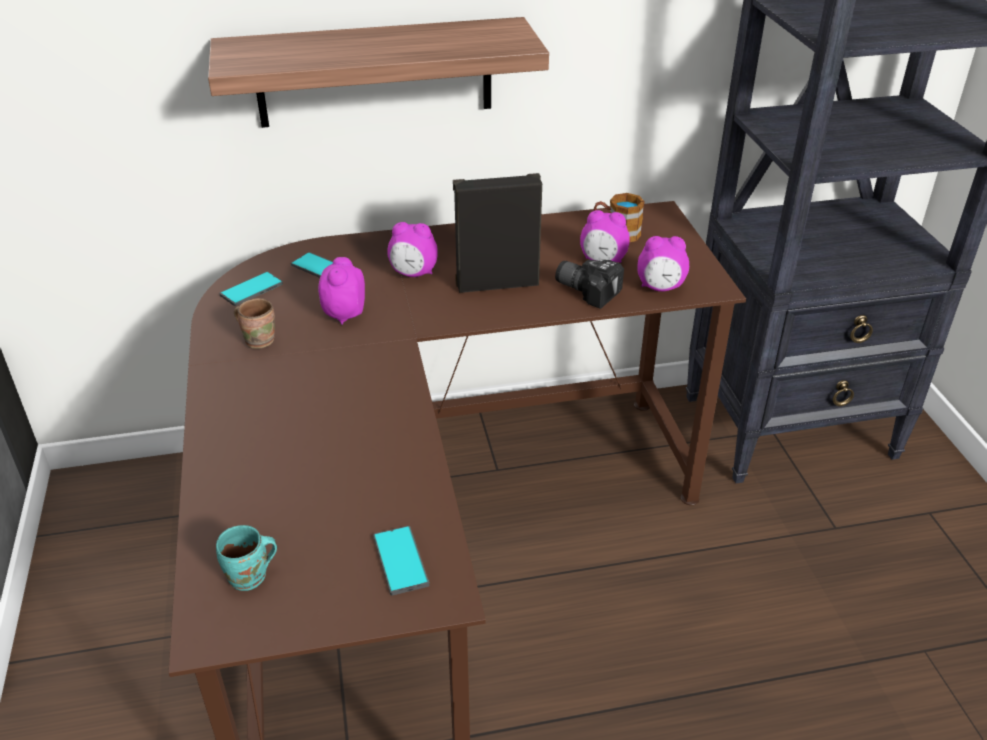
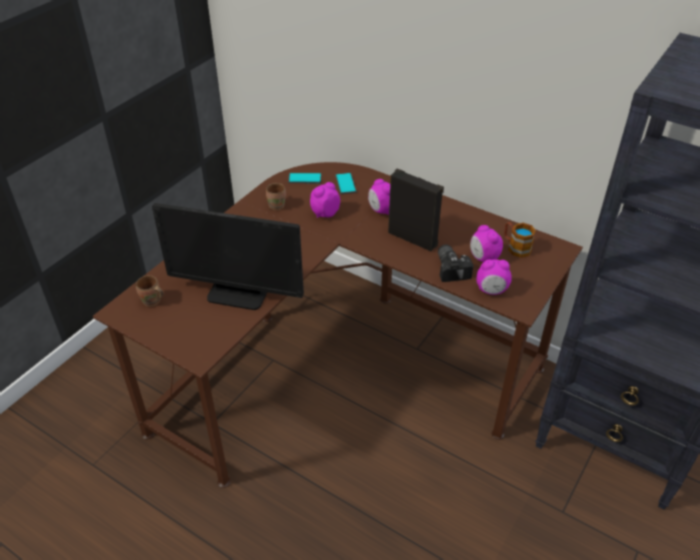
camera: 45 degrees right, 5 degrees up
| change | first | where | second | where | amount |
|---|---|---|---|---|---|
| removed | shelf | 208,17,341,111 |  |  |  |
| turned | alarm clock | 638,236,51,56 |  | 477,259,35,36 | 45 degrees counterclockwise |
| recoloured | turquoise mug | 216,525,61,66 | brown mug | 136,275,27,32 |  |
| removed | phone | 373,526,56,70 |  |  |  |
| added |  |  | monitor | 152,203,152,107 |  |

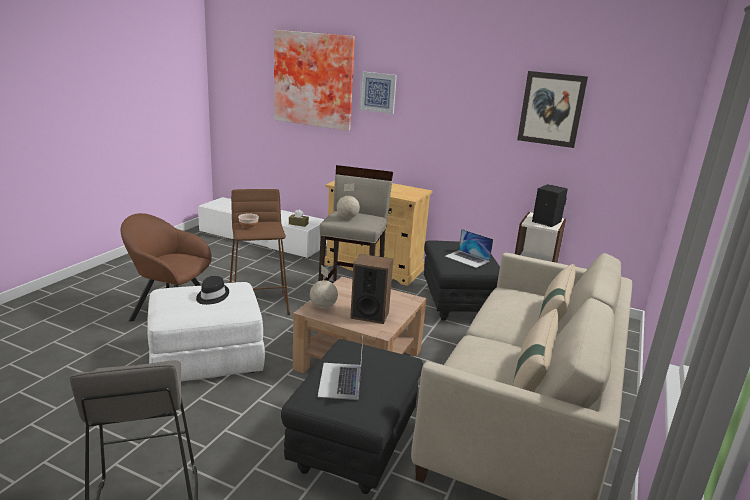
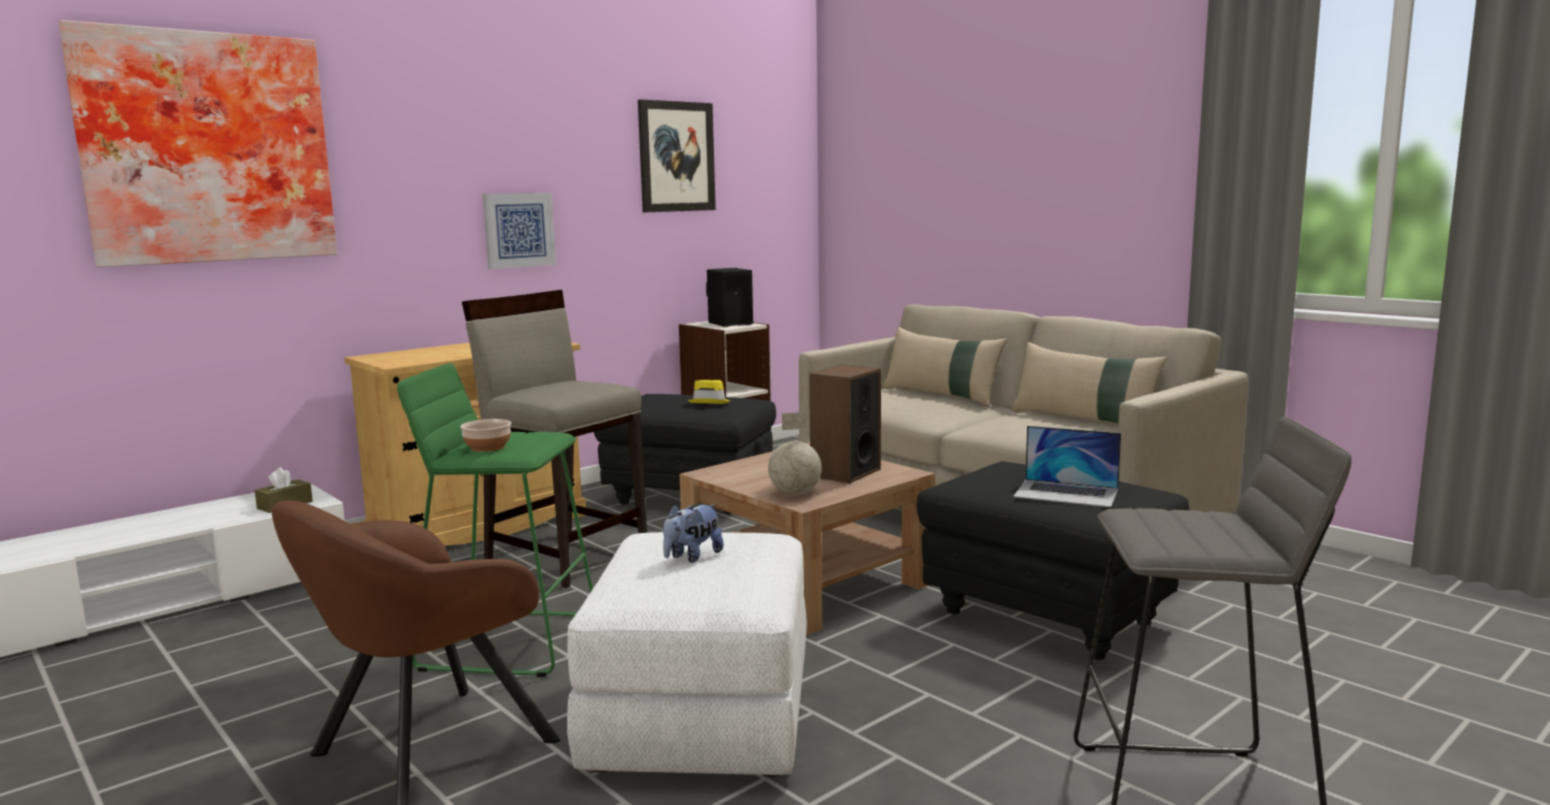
camera: 65 degrees left, 10 degrees down
| change | first | where | second | where | amount |
|---|---|---|---|---|---|
| moved | picture | 359,71,38,43 |  | 483,193,73,76 |  |
| removed | globe | 337,184,23,35 |  |  |  |
| recoloured | brown stool | 230,189,60,126 | green stool | 397,363,196,314 |  |
| replaced | laptop | 445,229,48,39 | yellow hat | 688,380,42,24 |  |
| replaced | black hat | 196,276,33,29 | plush toy | 663,504,60,59 |  |

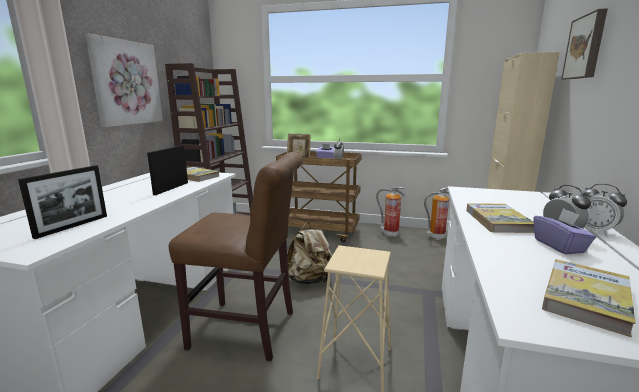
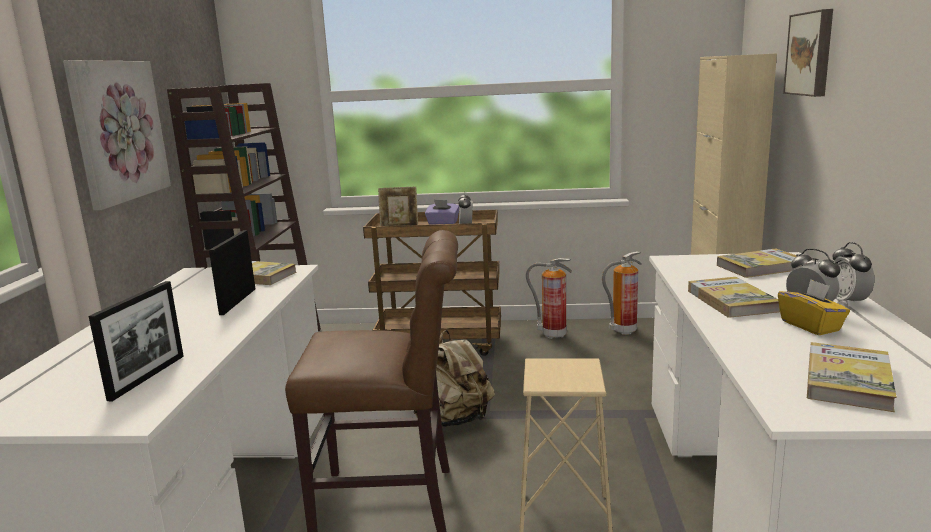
camera: 10 degrees left, 0 degrees up
| change | first | where | second | where | amount |
|---|---|---|---|---|---|
| turned | alarm clock | 581,184,46,52 |  | 832,242,42,65 | 45 degrees clockwise |
| recoloured | purple tissue box | 533,208,63,47 | yellow tissue box | 778,279,72,56 |  |
| added |  |  | book | 717,249,90,29 |  |

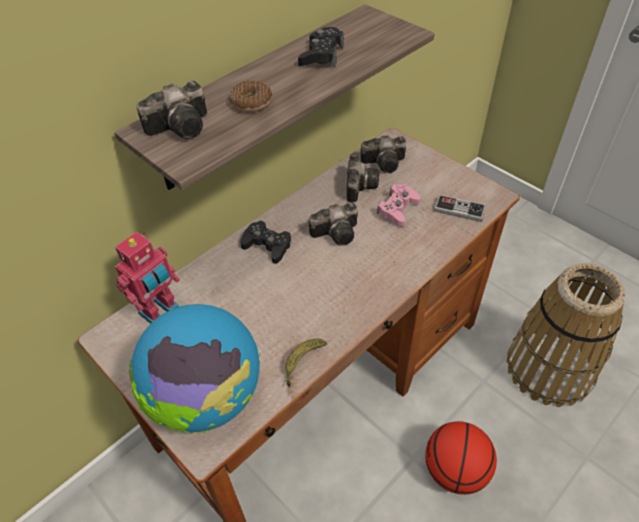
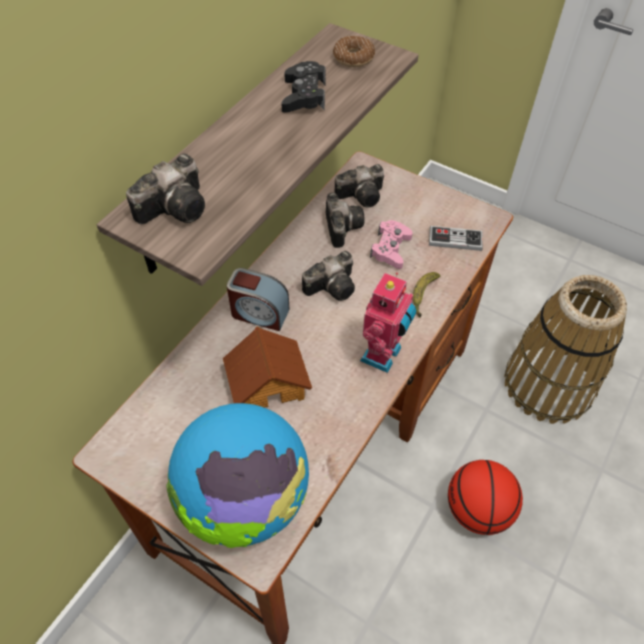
camera: 15 degrees left, 5 degrees up
| change | first | where | second | where | amount |
|---|---|---|---|---|---|
| moved | donut | 229,81,43,31 |  | 333,36,42,31 |  |
| replaced | black game controller | 240,221,51,43 | alarm clock | 227,268,63,63 |  |
| moved | toy robot | 115,232,65,92 |  | 360,273,57,100 |  |
| moved | banana | 285,339,42,48 |  | 413,272,27,46 |  |
| added |  |  | toy house | 223,327,89,81 |  |

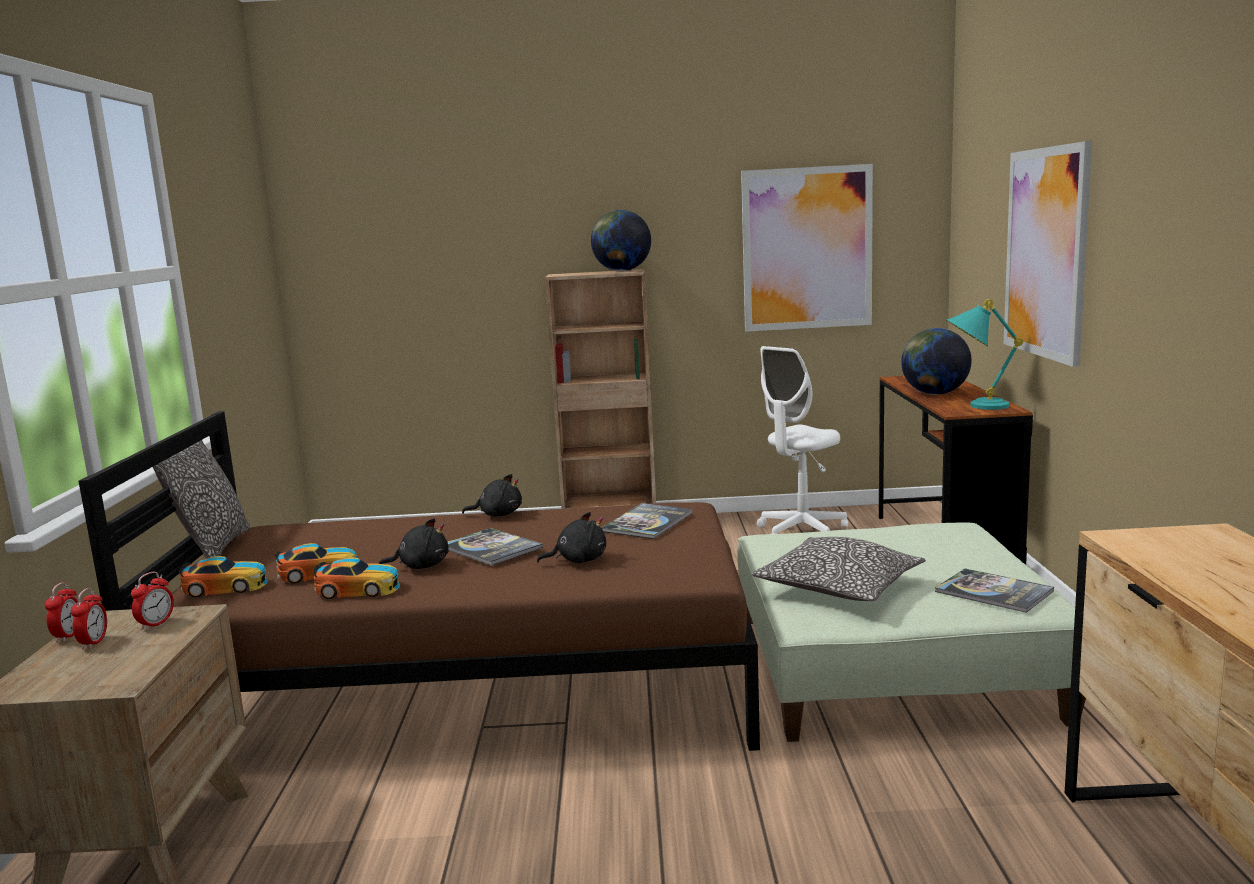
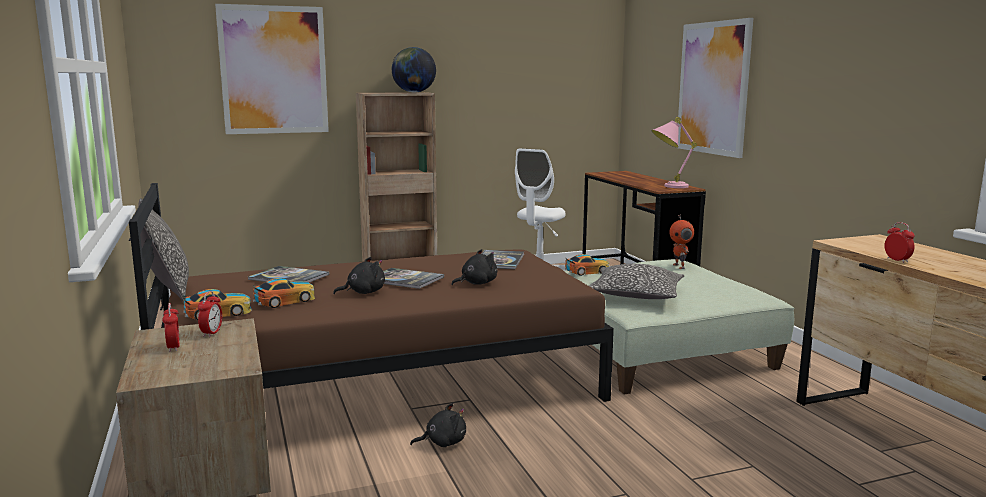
camera: 20 degrees left, 0 degrees up
| change | first | where | second | where | amount |
|---|---|---|---|---|---|
| moved | picture | 741,164,132,168 |  | 215,4,114,130 |  |
| recoloured | turquoise table lamp | 946,299,77,111 | pink table lamp | 652,117,45,71 |  |
| removed | globe | 901,328,71,67 |  |  |  |
| moved | black plush toy | 462,474,60,43 |  | 410,403,56,44 |  |
| moved | toy car | 313,557,87,42 |  | 565,254,44,22 |  |
| moved | book | 935,568,119,45 |  | 247,266,82,16 |  |
| moved | alarm clock | 45,582,33,61 |  | 884,222,31,41 |  |
| added |  |  | toy robot | 669,214,25,55 |  |

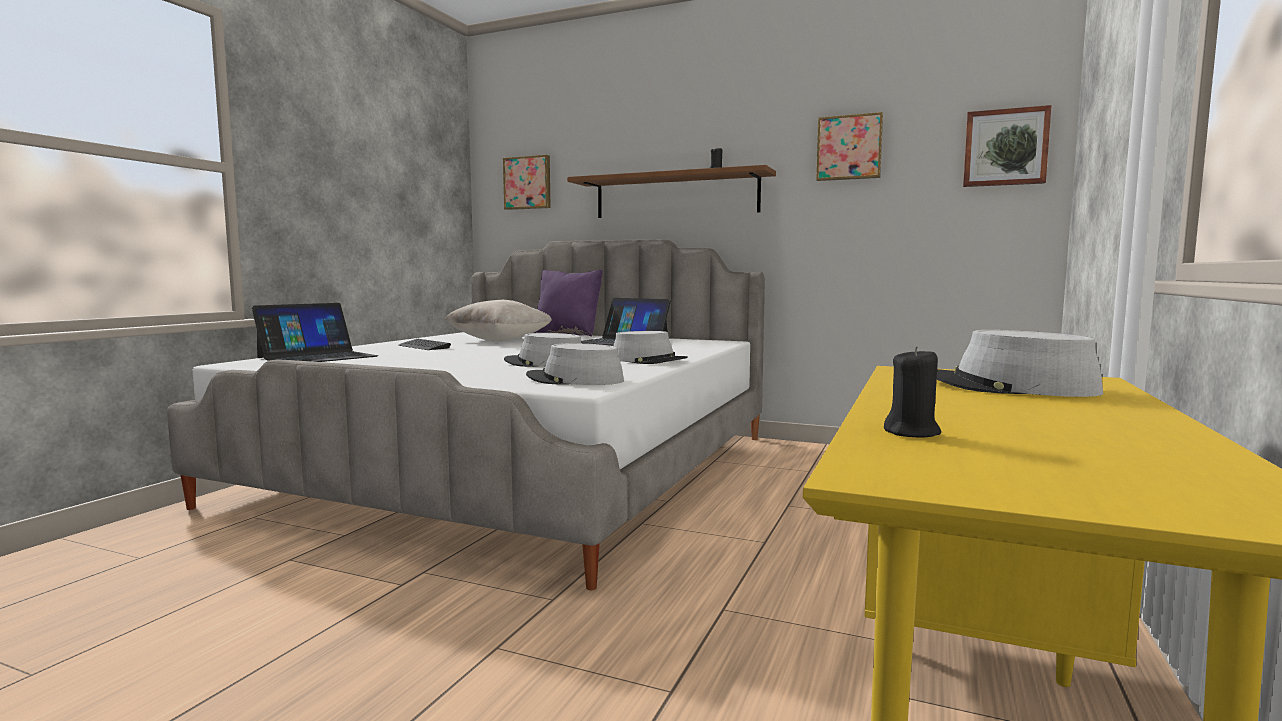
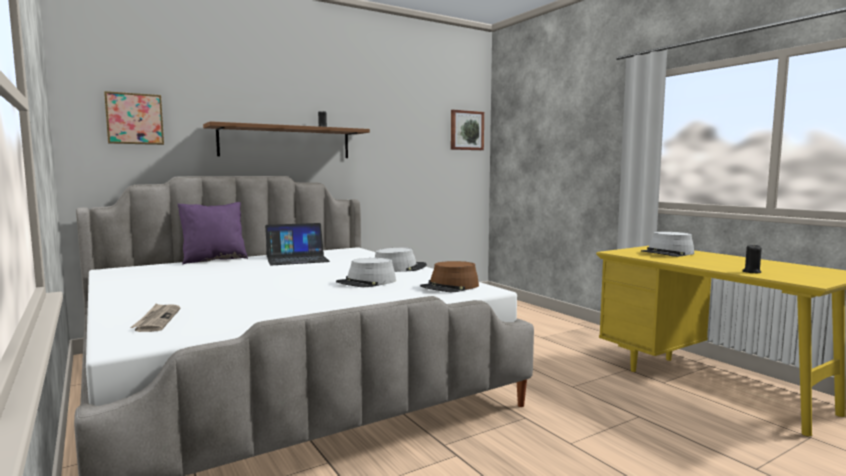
camera: 55 degrees left, 0 degrees up
| change | first | where | second | where | amount |
|---|---|---|---|---|---|
| removed | picture | 816,112,67,69 |  |  |  |
| removed | beige pillow | 445,300,107,42 |  |  |  |
| replaced | laptop | 252,303,126,59 | newspaper | 130,303,50,29 |  |
| removed | keyboard | 398,339,53,11 |  |  |  |
| recoloured | grey hat | 526,343,98,42 | brown hat | 420,261,59,31 |  |

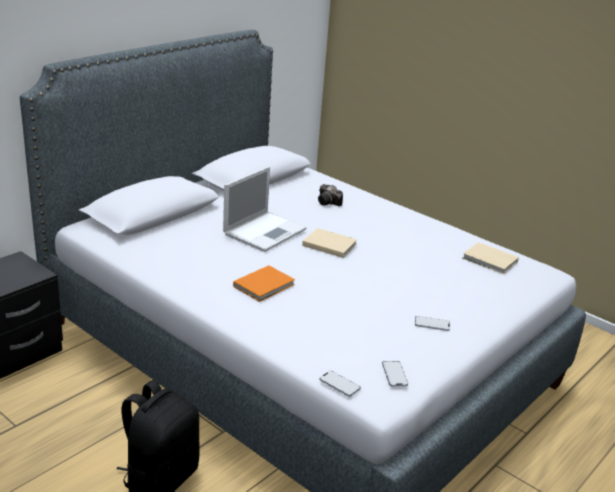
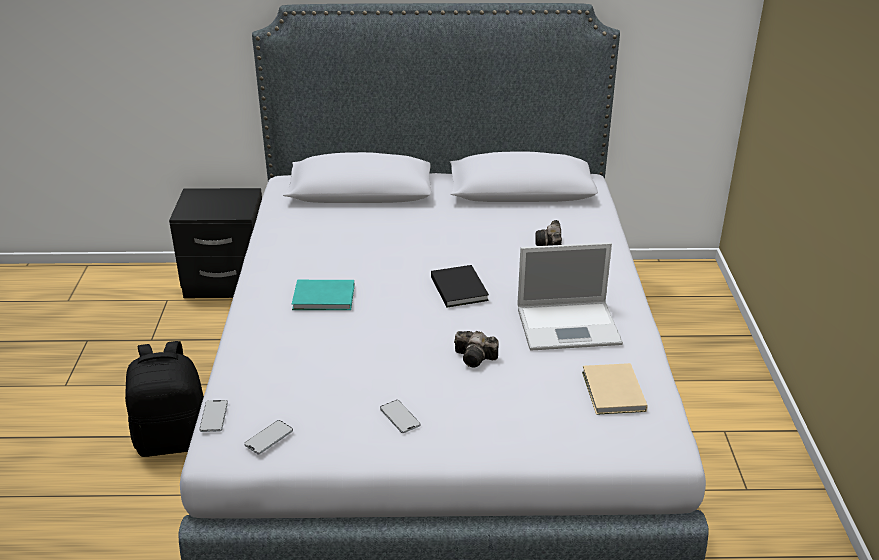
camera: 50 degrees right, 5 degrees up
| change | first | where | second | where | amount |
|---|---|---|---|---|---|
| moved | laptop | 223,166,84,86 |  | 517,242,106,109 |  |
| recoloured | beige book | 302,228,55,30 | black book | 431,265,58,42 |  |
| recoloured | orange book | 233,265,62,37 | turquoise book | 292,280,63,30 |  |
| added |  |  | photo camera | 454,331,45,36 |  |

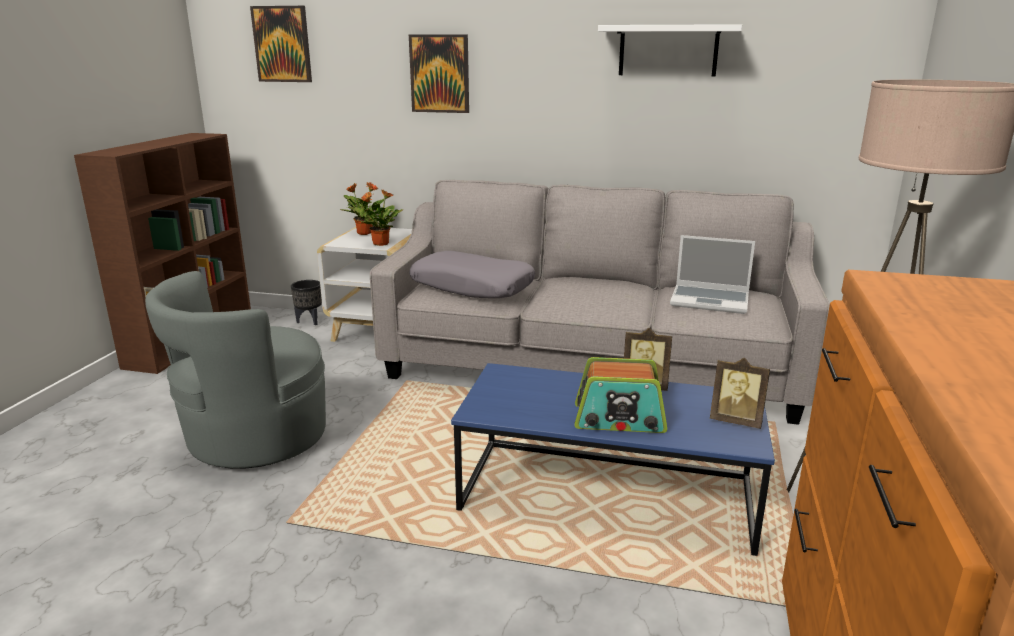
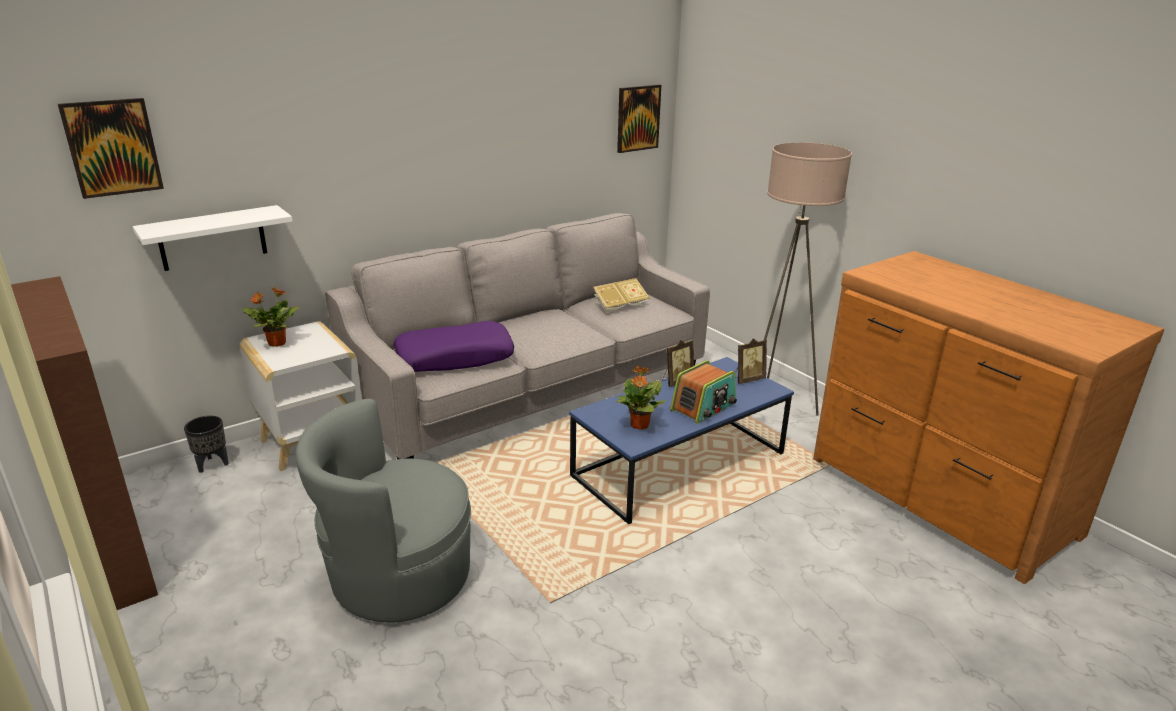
camera: 50 degrees left, 5 degrees up
| change | first | where | second | where | amount |
|---|---|---|---|---|---|
| moved | white shelf | 598,24,144,52 |  | 133,205,160,66 |  |
| moved | picture | 409,34,60,79 |  | 617,85,44,68 |  |
| moved | potted plant | 354,189,49,57 |  | 616,366,51,64 |  |
| replaced | laptop | 670,235,85,79 | book | 593,278,57,36 |  |
| recoloured | grey pillow | 409,251,126,47 | purple pillow | 394,321,120,51 |  |
| turned | grey armchair | 145,271,181,198 |  | 296,399,175,224 | 75 degrees clockwise |

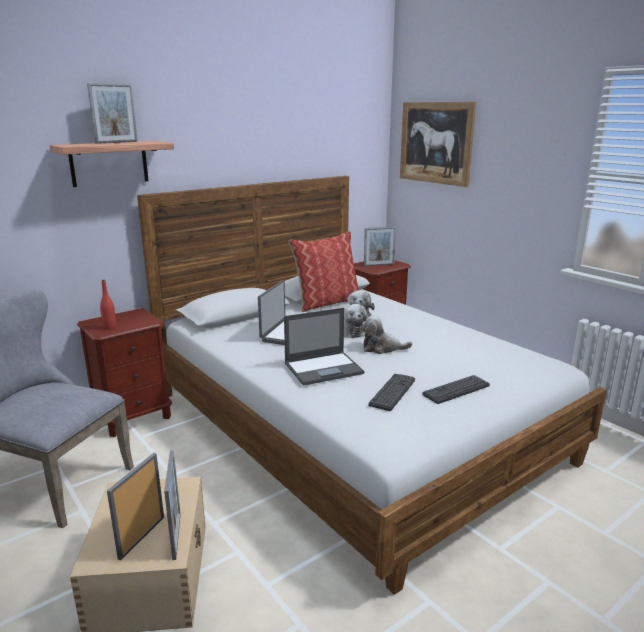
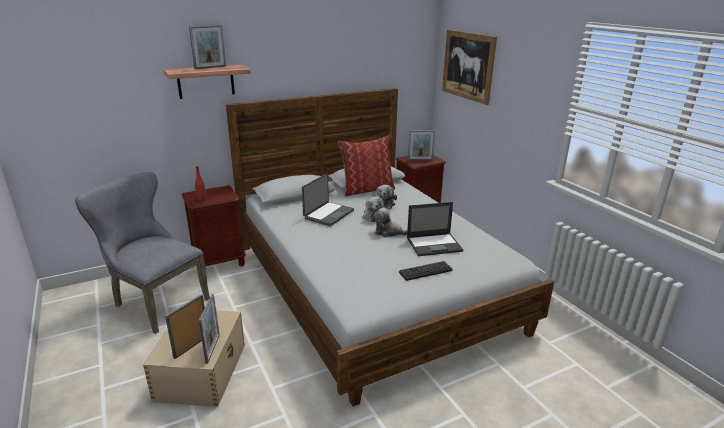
camera: 10 degrees right, 5 degrees up
| change | first | where | second | where | amount |
|---|---|---|---|---|---|
| moved | laptop | 284,308,81,78 |  | 407,202,56,54 |  |
| removed | keyboard | 368,374,47,37 |  |  |  |

